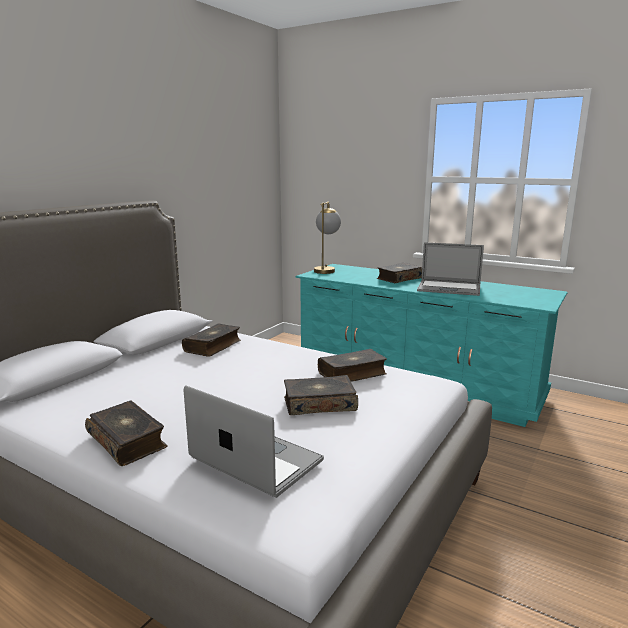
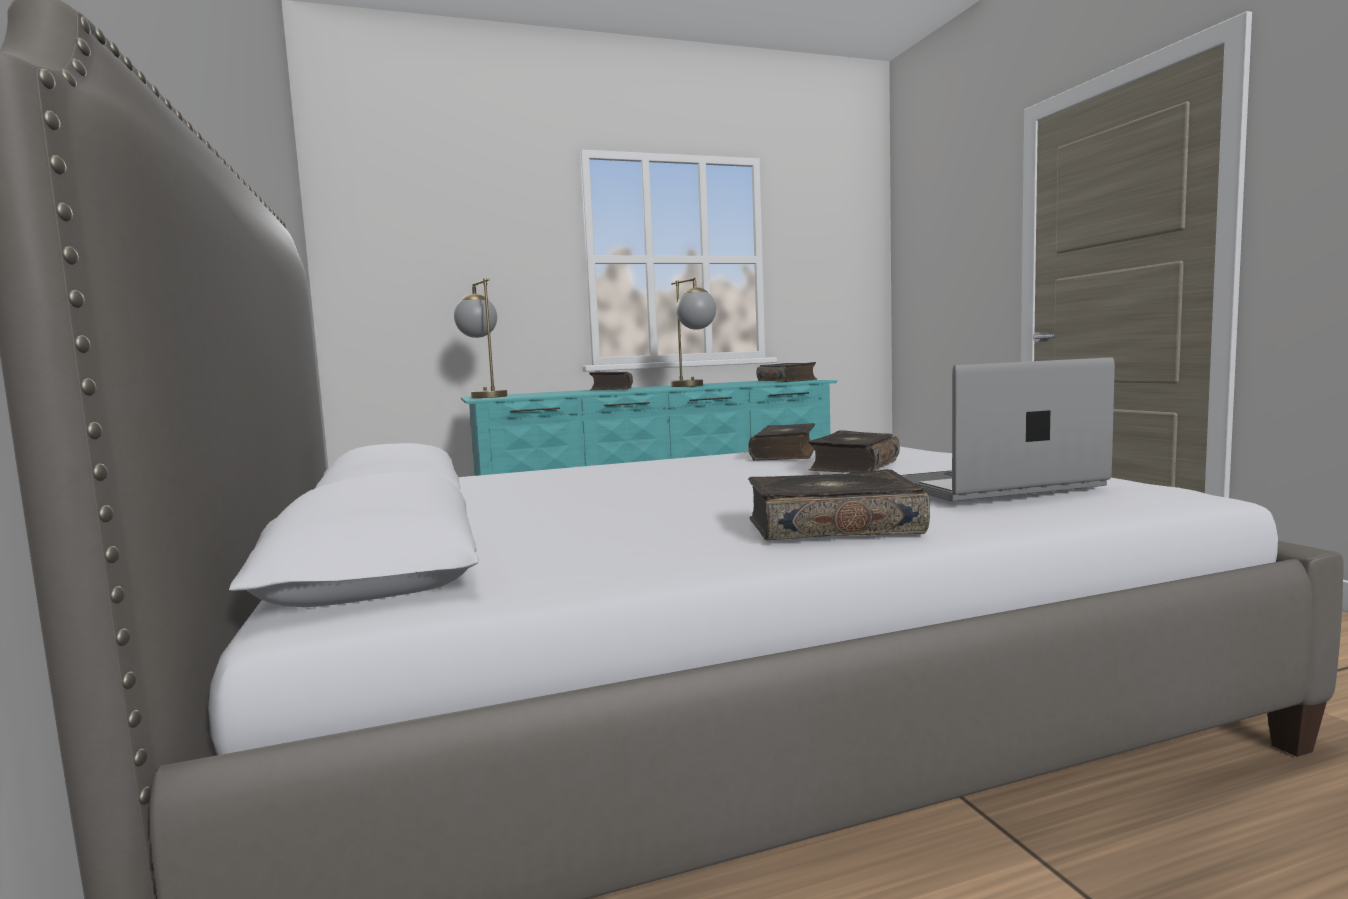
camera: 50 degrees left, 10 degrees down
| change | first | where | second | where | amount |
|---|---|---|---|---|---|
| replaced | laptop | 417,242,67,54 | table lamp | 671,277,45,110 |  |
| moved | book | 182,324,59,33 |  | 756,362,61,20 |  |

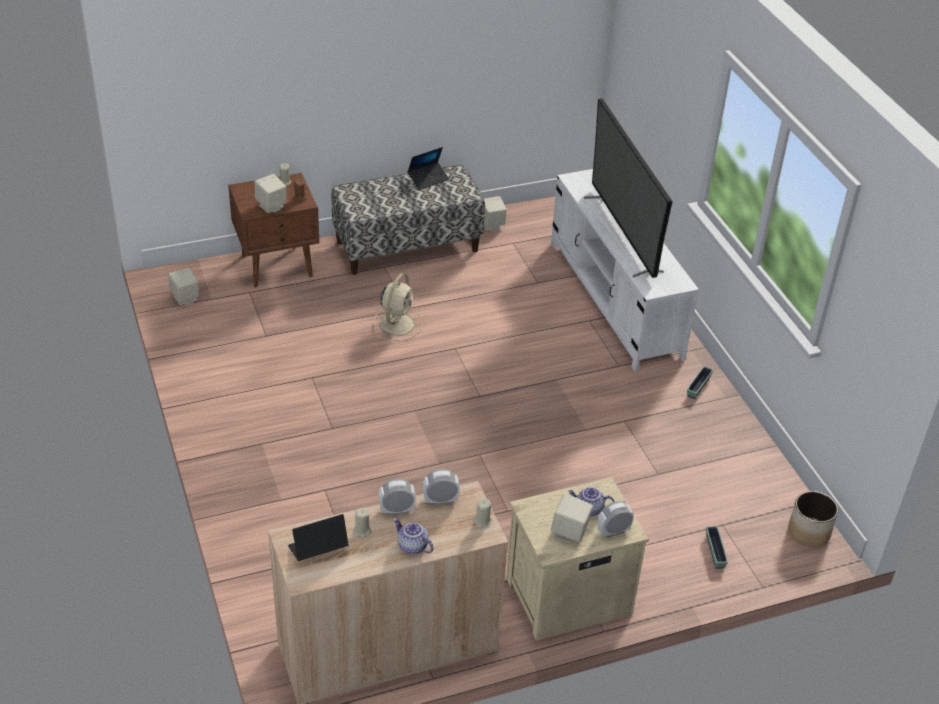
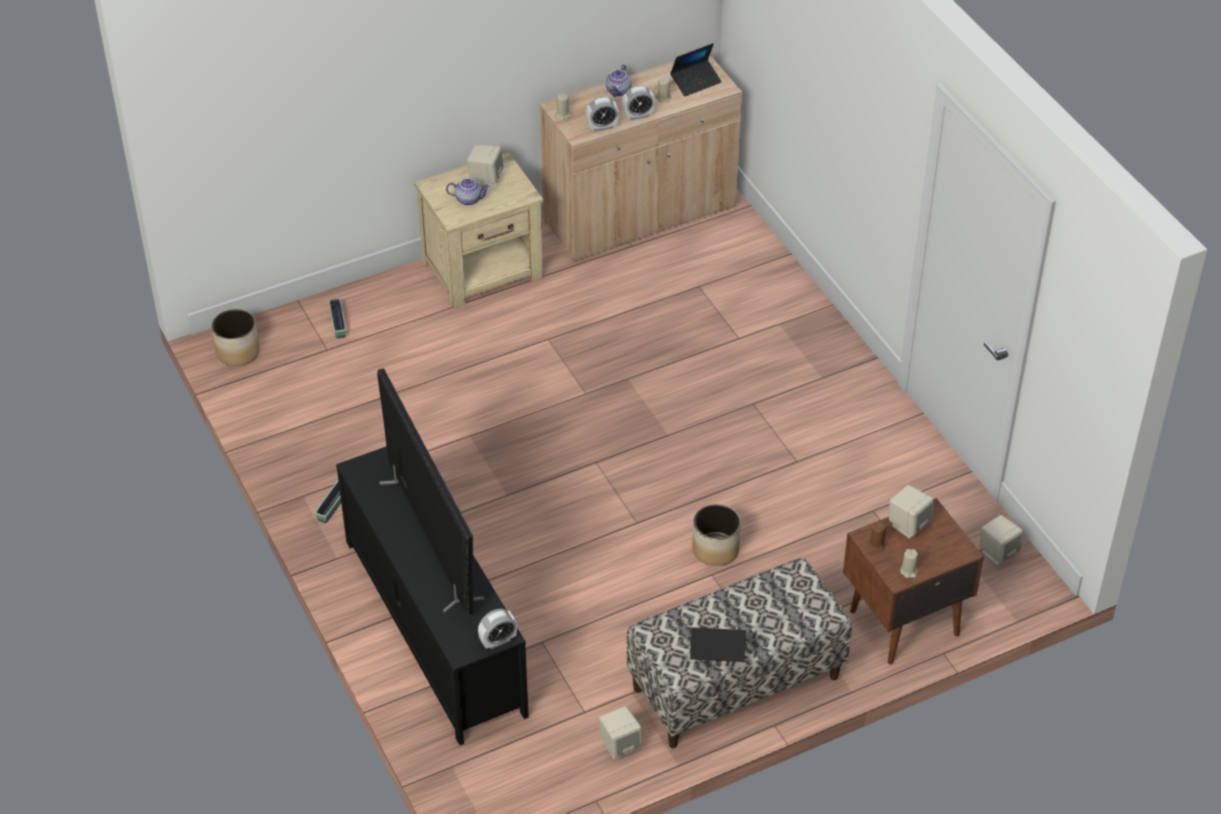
camera: 175 degrees right, 5 degrees up
| change | first | where | second | where | amount |
|---|---|---|---|---|---|
| turned | laptop | 407,147,42,43 |  | 690,627,56,35 | 45 degrees clockwise |
| recoloured | white tv stand | 551,169,148,202 | black tv stand | 336,446,193,299 |  |
| replaced | beige fan | 374,273,49,68 | planter | 692,504,49,62 |  |
| moved | alarm clock | 598,501,36,37 |  | 478,609,39,40 |  |
| turned | teapot | 393,518,41,36 |  | 606,64,26,33 | 75 degrees clockwise |

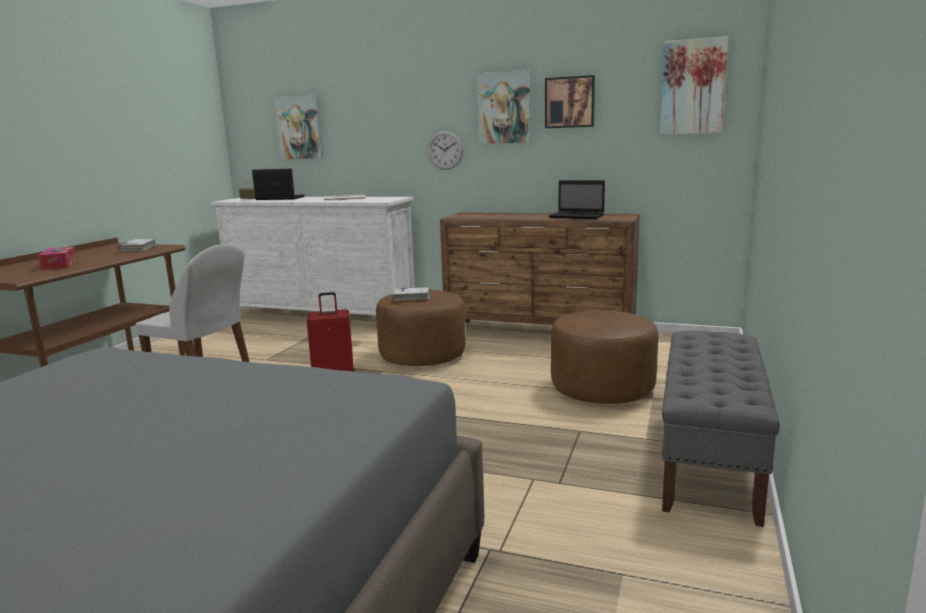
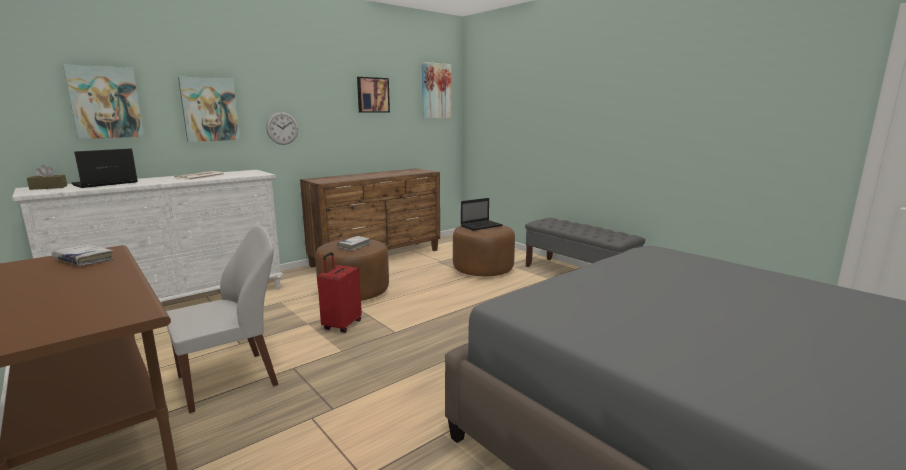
camera: 60 degrees left, 0 degrees up
| change | first | where | second | where | amount |
|---|---|---|---|---|---|
| moved | picture | 476,70,55,74 |  | 178,77,62,65 |  |
| moved | laptop | 549,180,56,39 |  | 461,198,42,33 |  |
| removed | tissue box | 38,246,39,24 |  |  |  |

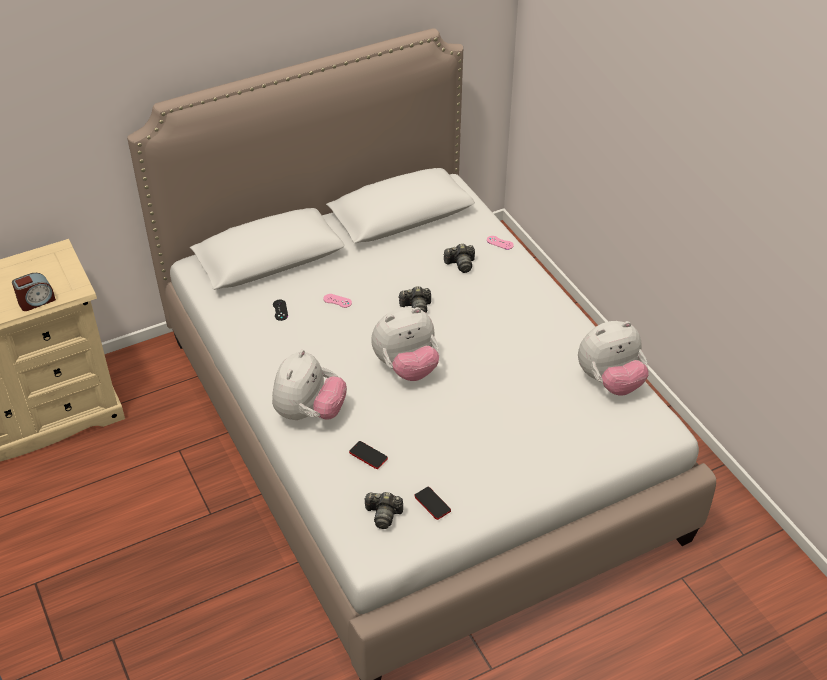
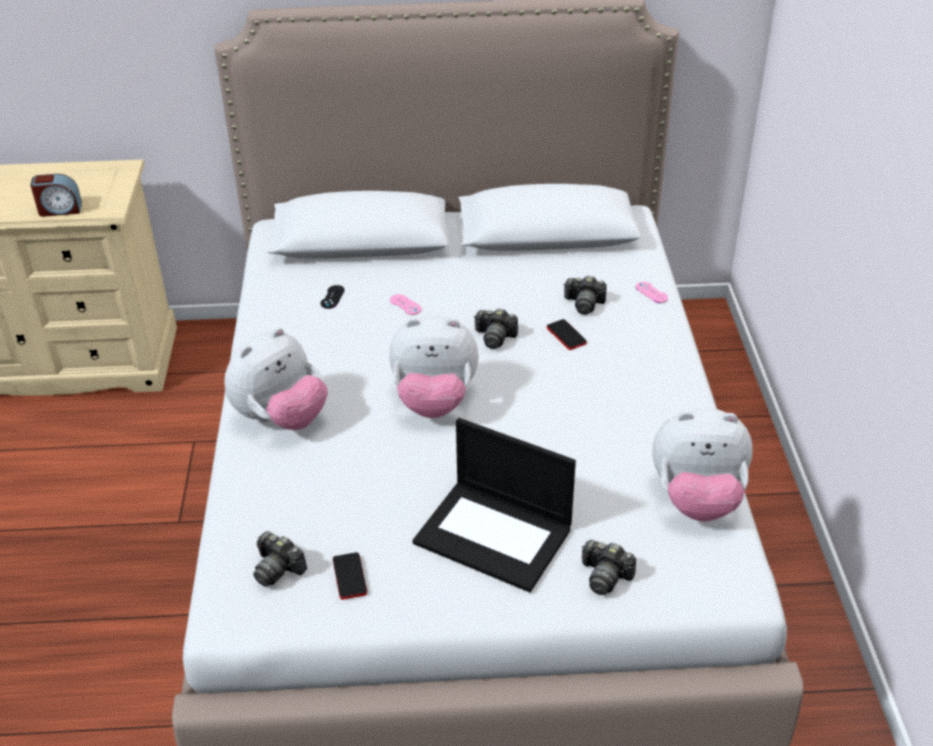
camera: 25 degrees right, 5 degrees down
| change | first | where | second | where | amount |
|---|---|---|---|---|---|
| moved | phone | 349,441,39,28 |  | 547,319,40,31 |  |
| added |  |  | laptop | 413,418,163,174 |  |
| added |  |  | photo camera | 582,540,54,55 |  |

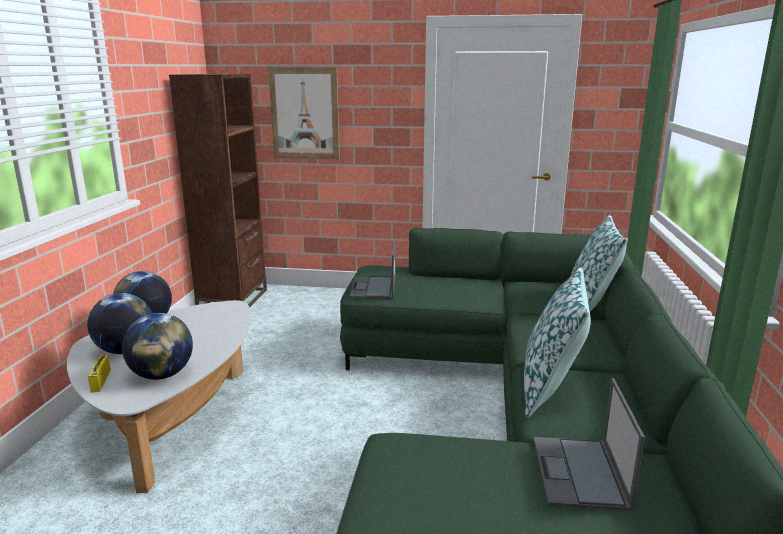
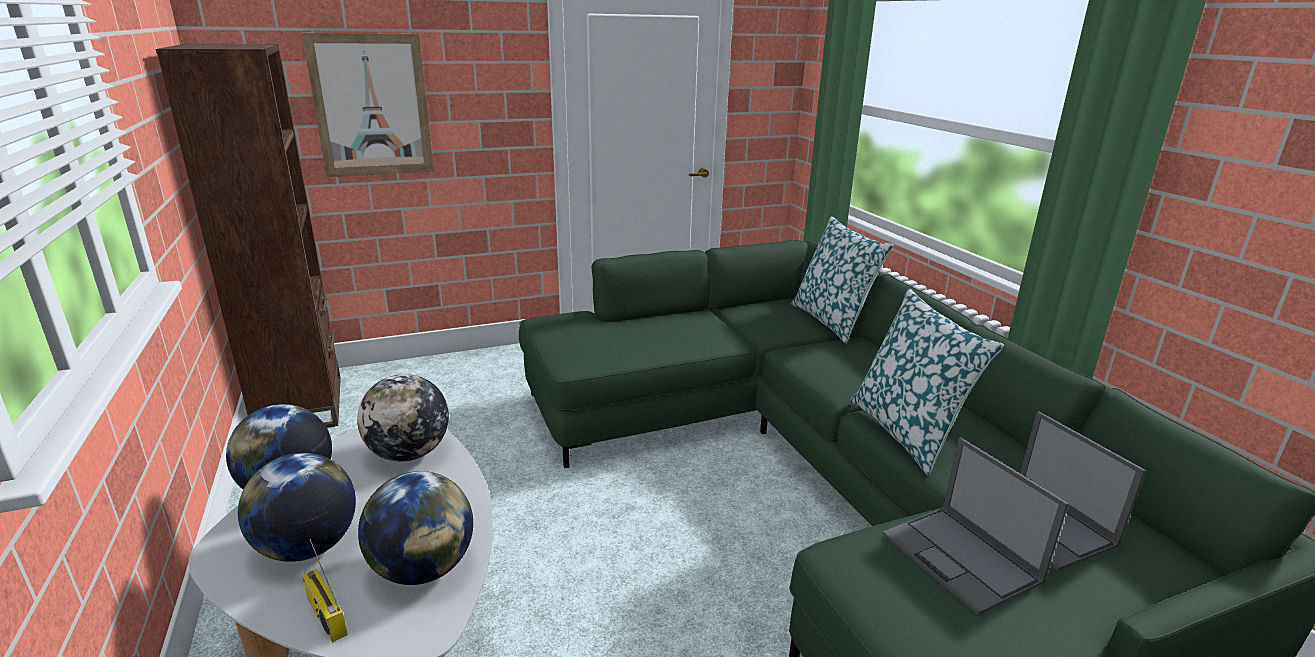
camera: 30 degrees left, 5 degrees up
| change | first | where | second | where | amount |
|---|---|---|---|---|---|
| moved | laptop | 350,239,46,60 |  | 882,437,187,178 |  |
| added |  |  | globe | 357,374,92,87 |  |

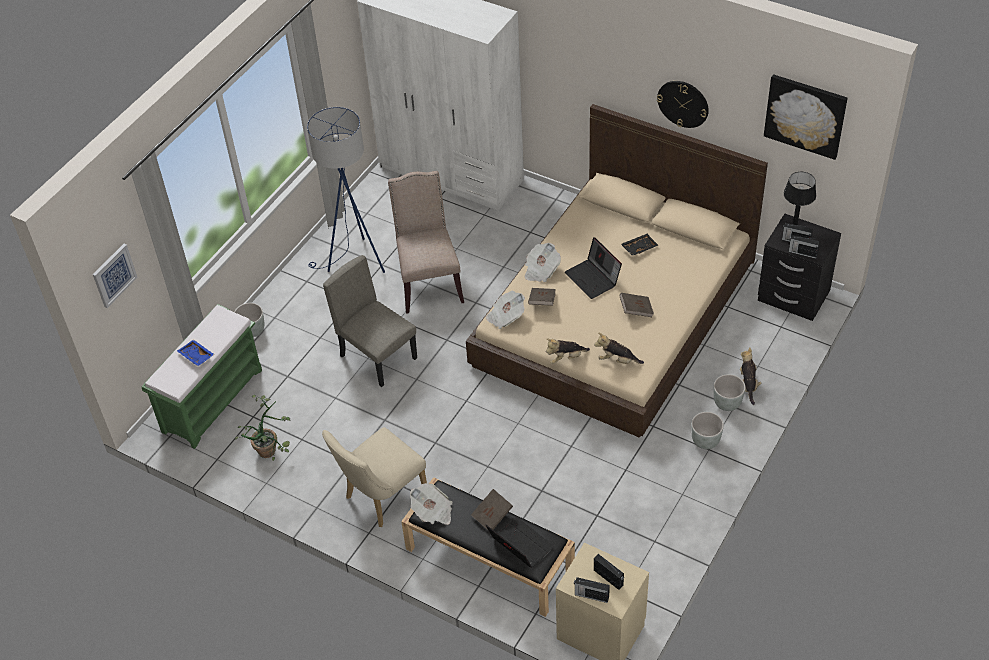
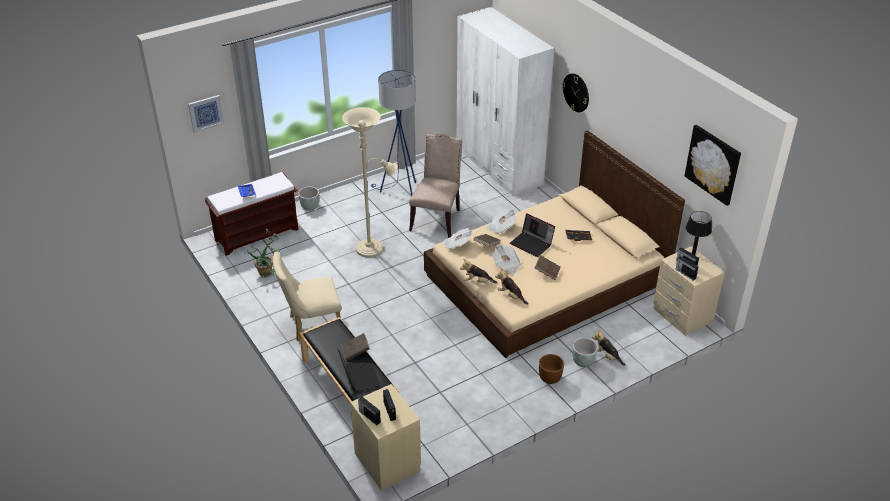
camera: 25 degrees right, 10 degrees down
| change | first | where | second | where | amount |
|---|---|---|---|---|---|
| moved | wall clock | 657,81,52,47 |  | 562,73,27,39 |  |
| recoloured | black nightstand | 758,214,83,107 | beige nightstand | 653,246,72,90 |  |
| turned | laptop | 565,237,57,62 |  | 510,213,45,44 | 45 degrees counterclockwise |
| replaced | beige chair | 323,255,94,132 | beige floor lamp | 342,107,56,151 |  |
| recoloured | green bench | 141,304,121,145 | brown bench | 205,172,94,84 |  |
| turned | plush toy | 740,347,21,58 |  | 592,329,33,37 | 75 degrees counterclockwise |
| recoloured | grey planter | 691,412,33,37 | brown planter | 539,354,25,30 |  |
| moved | newspaper | 410,483,42,42 |  | 492,245,30,30 |  |

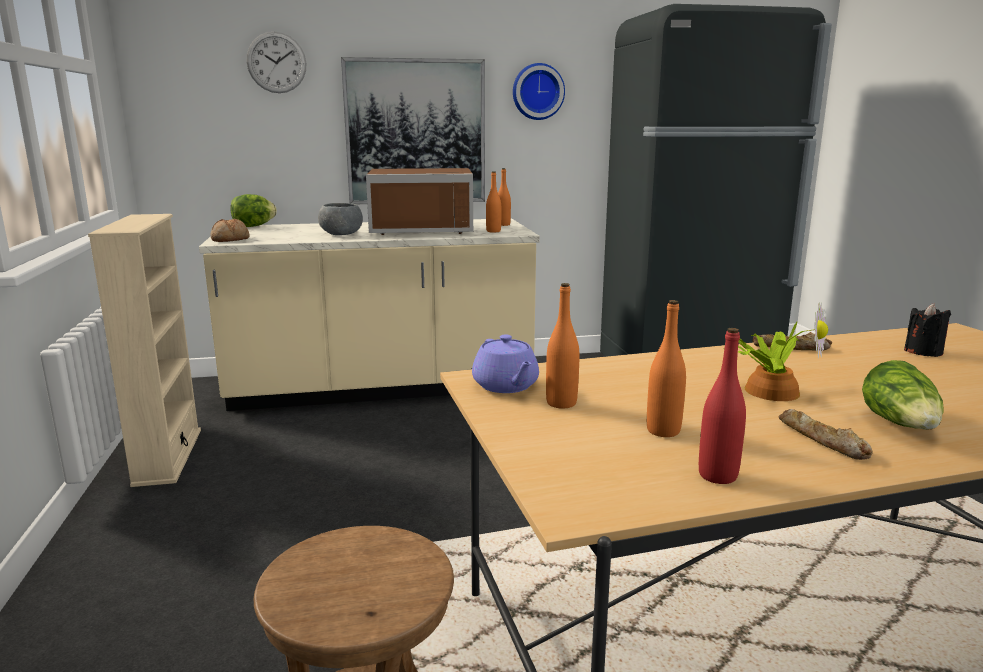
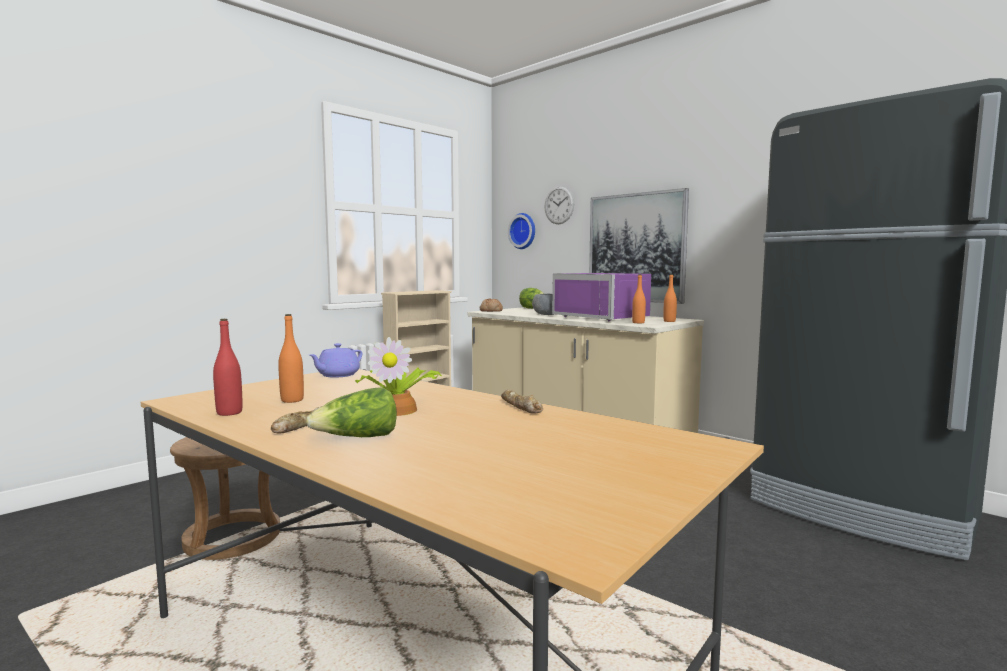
camera: 55 degrees right, 10 degrees down
| change | first | where | second | where | amount |
|---|---|---|---|---|---|
| moved | wall clock | 513,63,52,57 |  | 508,213,27,36 |  |
| recoloured | brown microwave | 366,168,107,67 | purple microwave | 552,273,99,48 |  |
| removed | orange bottle | 546,283,33,126 |  |  |  |
| removed | black candle | 904,303,47,54 |  |  |  |

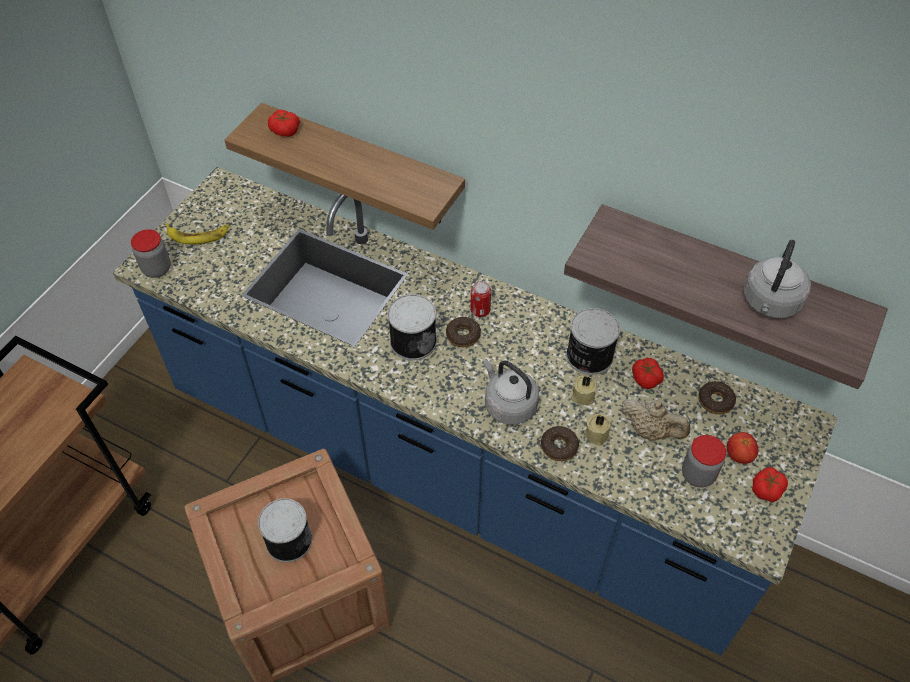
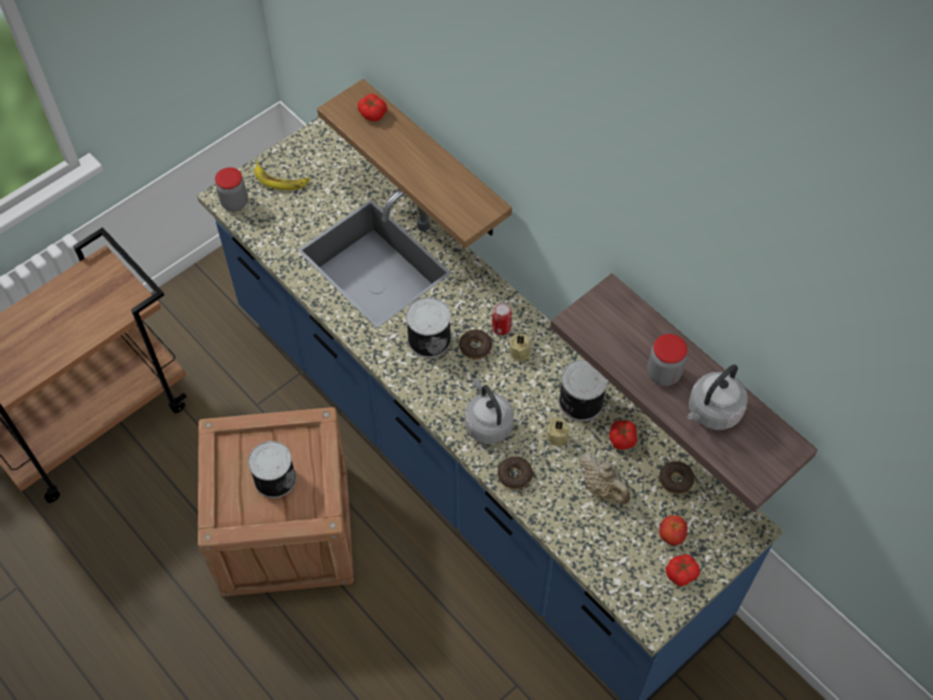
camera: 20 degrees right, 5 degrees up
| change | first | where | second | where | amount |
|---|---|---|---|---|---|
| moved | beige candle | 584,413,26,33 |  | 509,334,21,28 |  |
| moved | jar | 682,435,44,53 |  | 647,334,40,52 |  |

